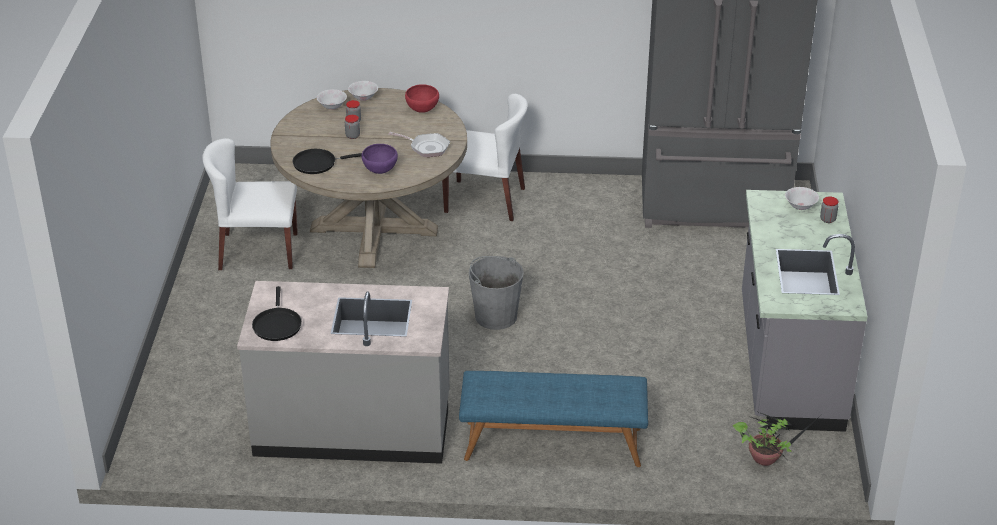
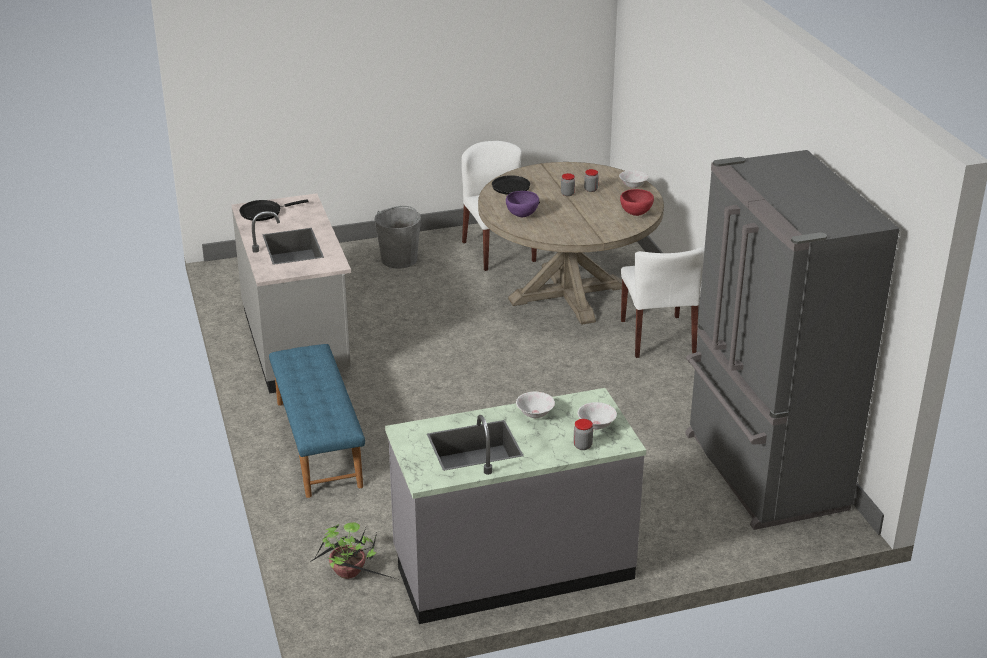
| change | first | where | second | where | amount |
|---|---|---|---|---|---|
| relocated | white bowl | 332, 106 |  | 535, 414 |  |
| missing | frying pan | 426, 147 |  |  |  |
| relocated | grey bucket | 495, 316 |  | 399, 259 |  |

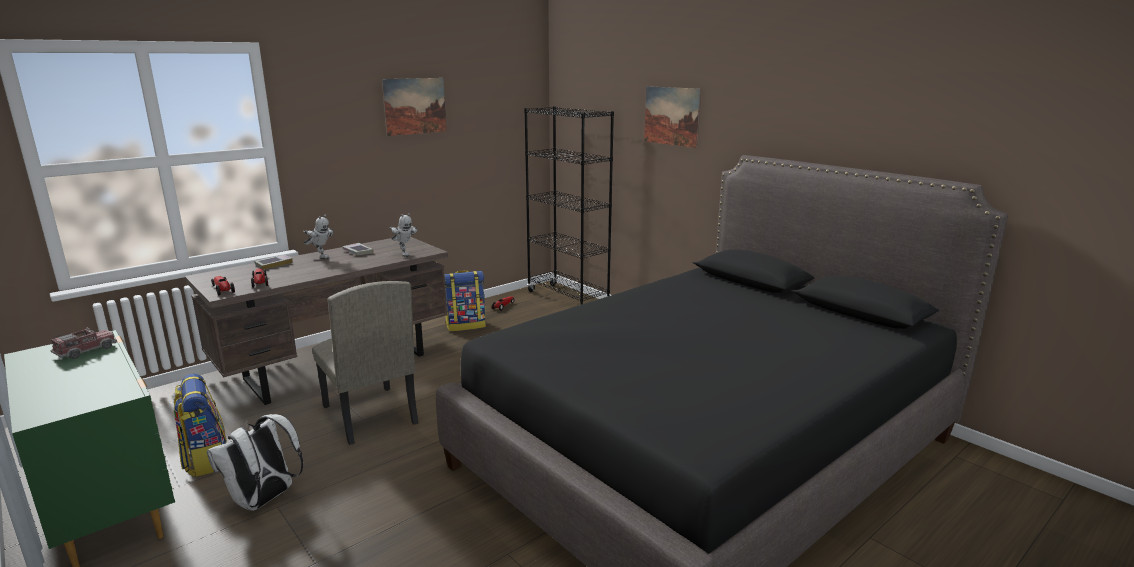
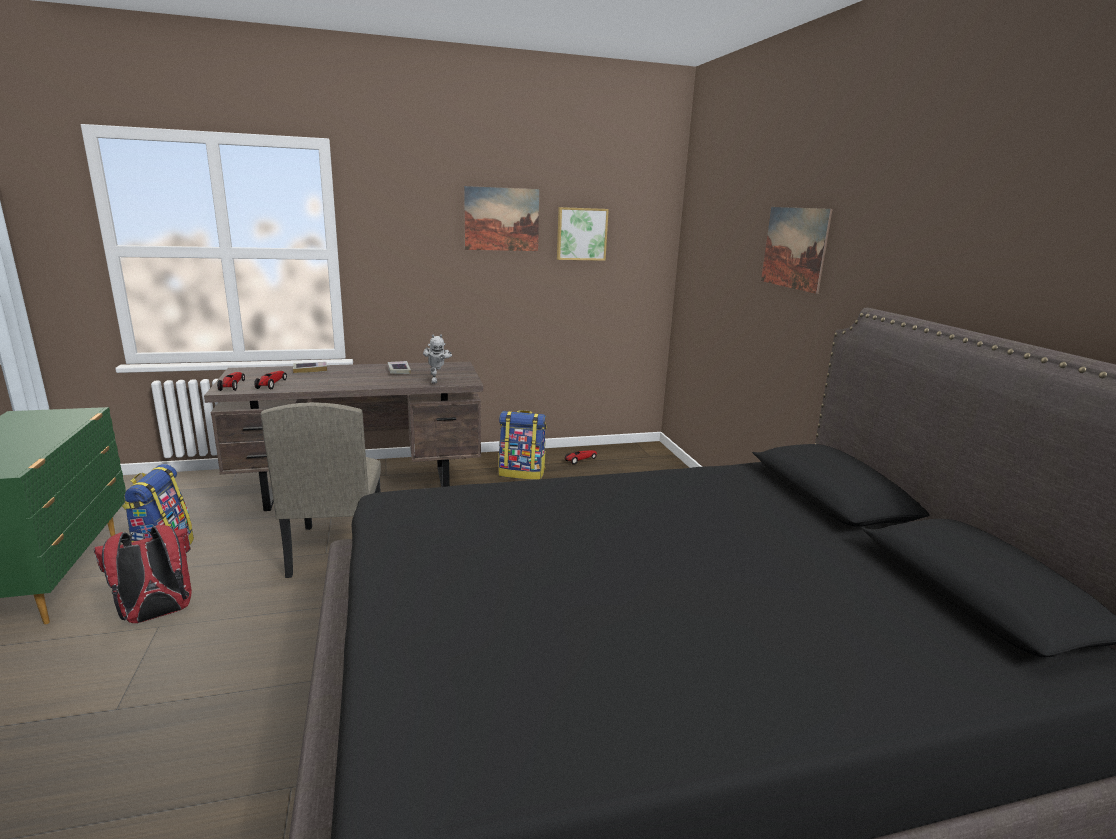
| change | first | where | second | where | amount |
|---|---|---|---|---|---|
| missing | toy truck | 86, 351 |  |  |  |
| colour | white backpack | 264, 500 | red backpack | 156, 615 |  |
| missing | toy robot | 321, 257 |  |  |  |
| missing | black bookcase | 568, 299 |  |  |  |
| appeared |  |  | picture | 581, 234 |  |

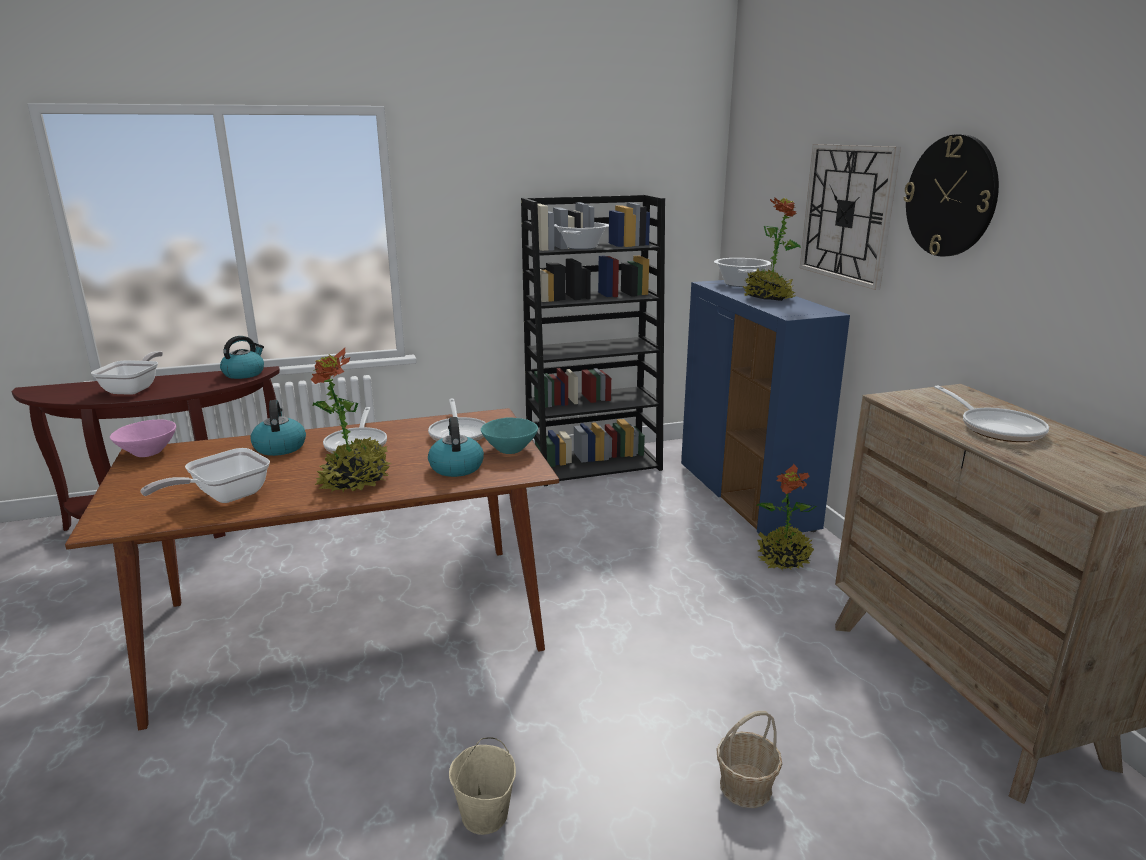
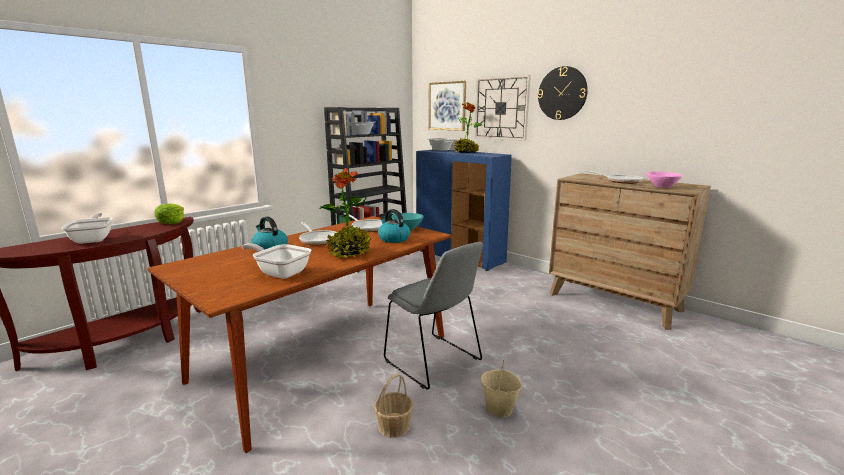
| change | first | where | second | where | amount |
|---|---|---|---|---|---|
| relocated | pink bowl | 147, 453 |  | 662, 187 |  |
| spun | frying pan | 224, 497 |  | 280, 272 | 105 degrees clockwise |
| exchanged | kettle | 244, 373 | lettuce | 172, 222 |  |
| relocated | basket | 746, 787 |  | 394, 426 |  |
| missing | potted plant | 783, 559 |  |  |  |
| appeared |  |  | grey chair | 434, 362 |  |
| appeared |  |  | picture | 447, 106 |  |

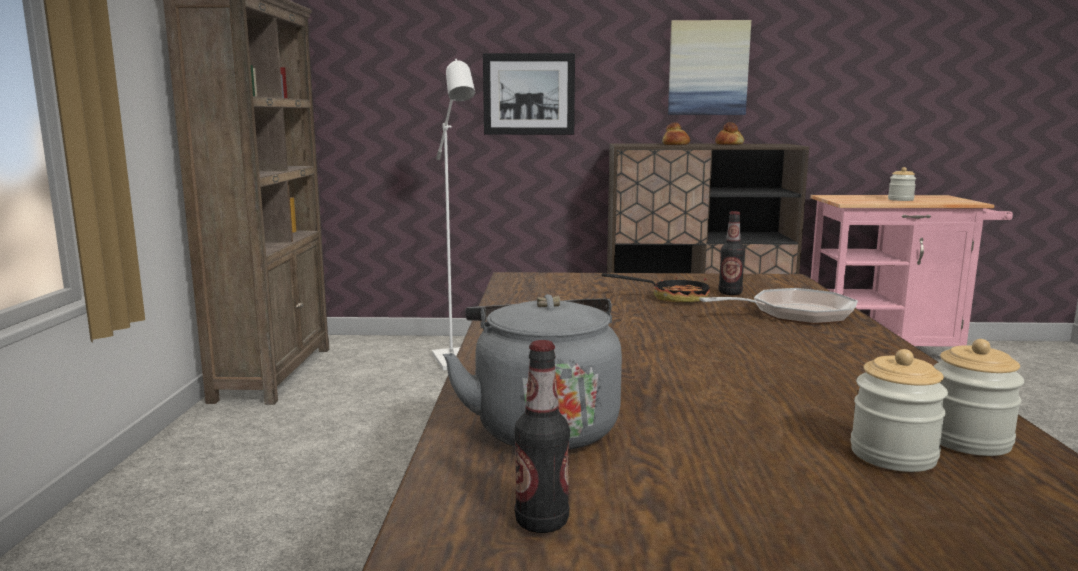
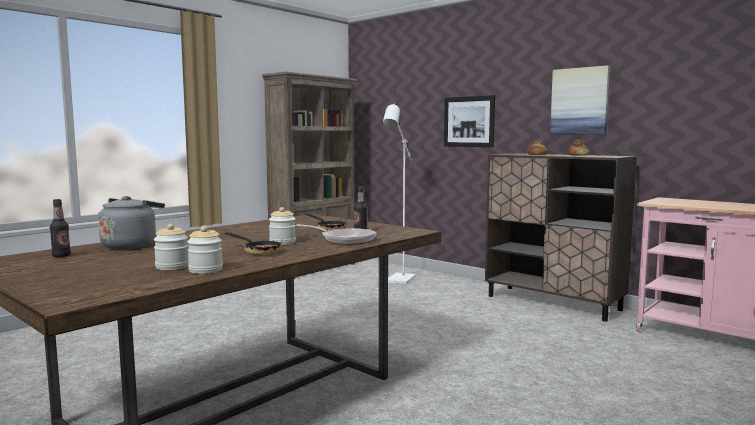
| change | first | where | second | where | amount |
|---|---|---|---|---|---|
| relocated | jar | 900, 200 |  | 282, 242 |  |
| appeared |  |  | frying pan | 258, 251 |  |

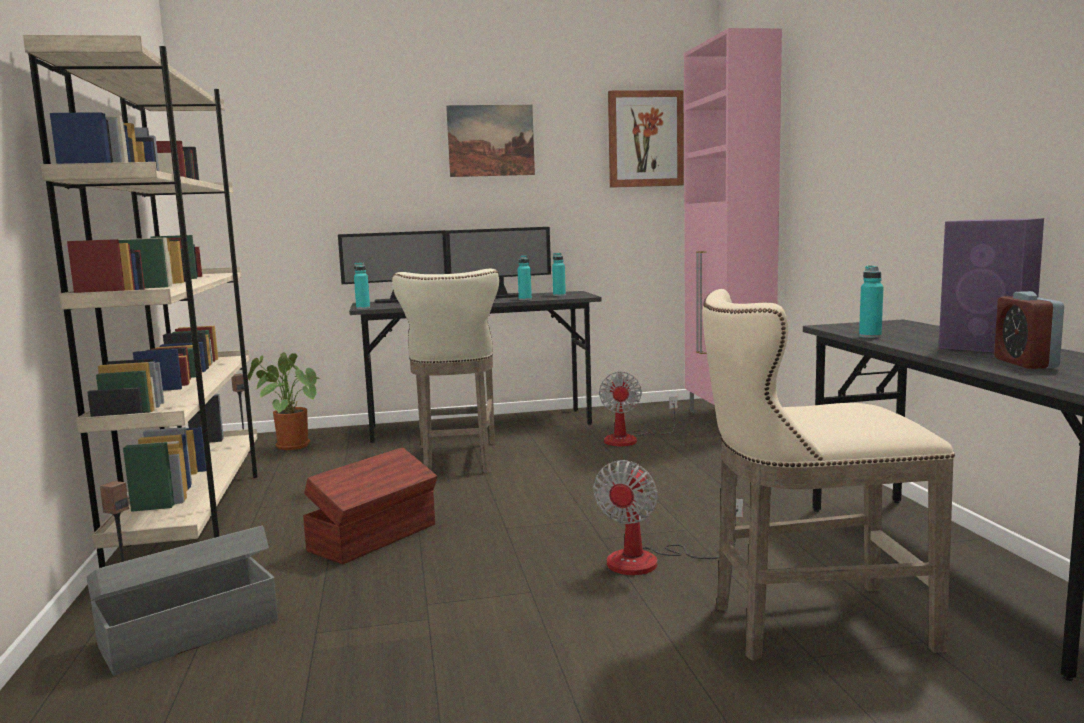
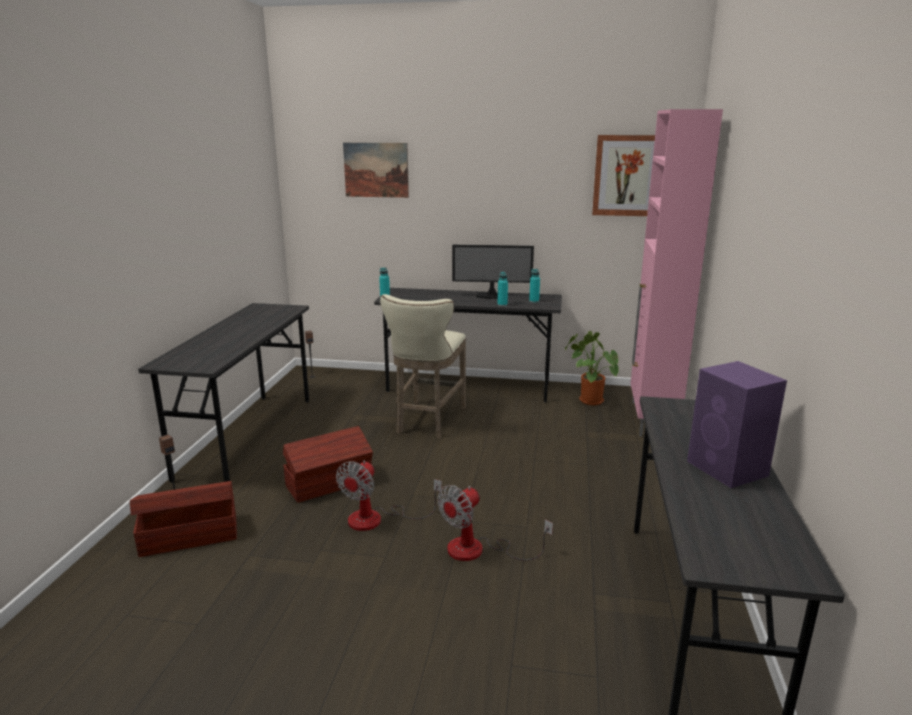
| change | first | where | second | where | amount |
|---|---|---|---|---|---|
| exchanged | beige bookcase | 194, 513 | grey desk | 247, 436 |  |
| colour | grey storage box | 187, 632 | brown storage box | 188, 535 |  |
| relocated | potted plant | 289, 446 |  | 588, 400 |  |
| missing | monitor | 397, 301 |  |  |  |
| relocated | picture | 491, 140 |  | 376, 170 |  |
| relocated | fan | 630, 439 |  | 377, 519 |  |
| missing | beige stool | 807, 625 |  |  |  |
| missing | turquoise bottle | 870, 336 |  |  |  |
| missing | alarm clock | 1025, 363 |  |  |  |

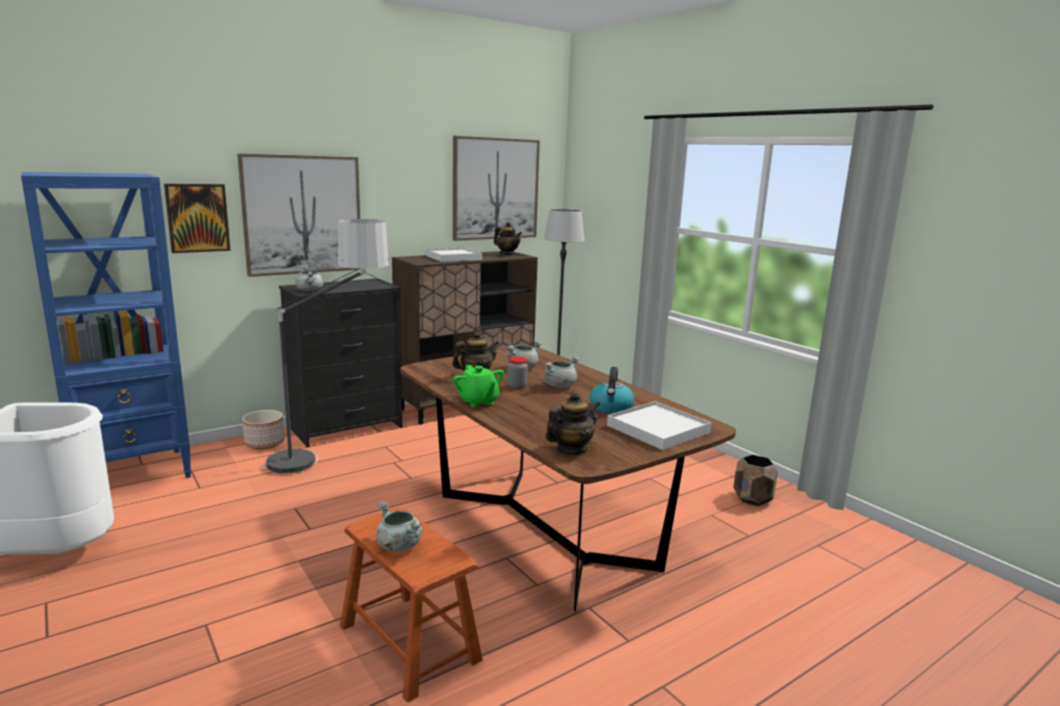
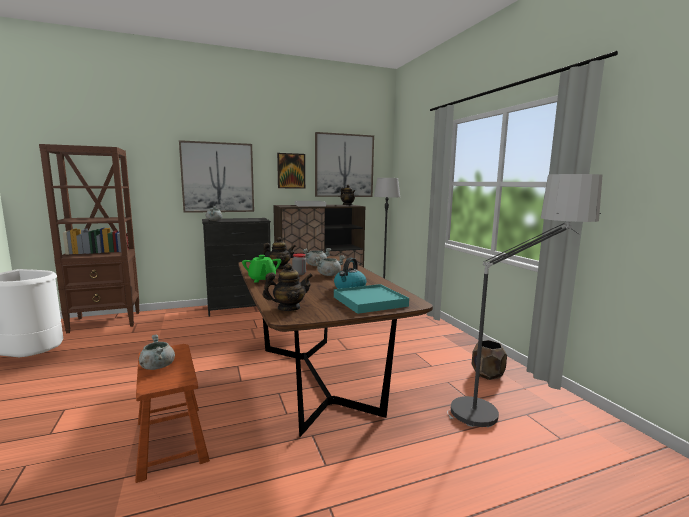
| change | first | where | second | where | amount |
|---|---|---|---|---|---|
| colour | blue bookcase | 133, 473 | brown bookcase | 106, 322 |  |
| relocated | picture | 197, 218 |  | 291, 171 |  |
| missing | planter | 265, 443 |  |  |  |
| relocated | floor lamp | 330, 459 |  | 507, 411 |  |
| colour | white tray | 658, 429 | turquoise tray | 370, 301 |  |

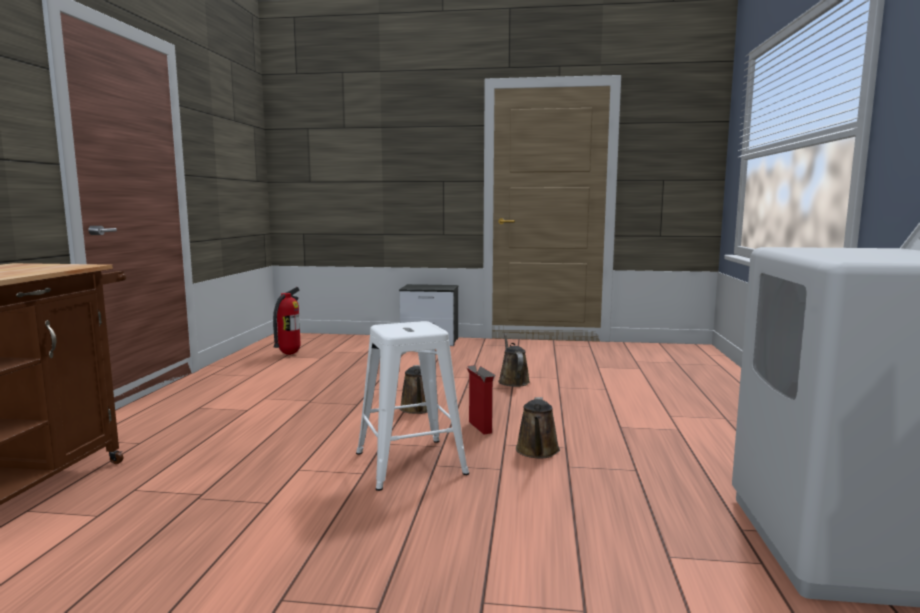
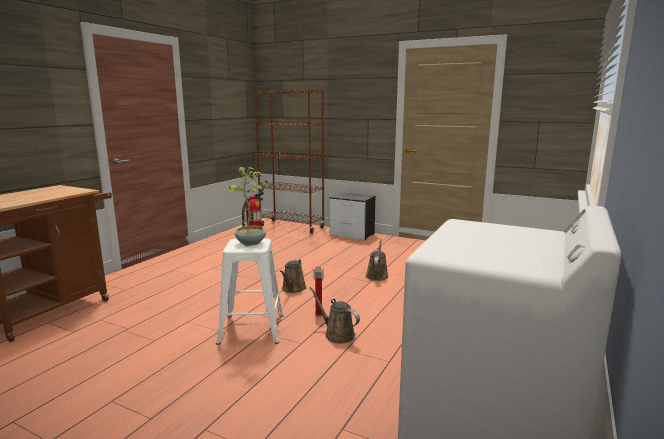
| change | first | where | second | where | amount |
|---|---|---|---|---|---|
| spun | brown watering can | 537, 451 |  | 337, 334 | 105 degrees clockwise |
| appeared |  |  | potted plant | 251, 243 |  |
| appeared |  |  | brown bookcase | 292, 227 |  |

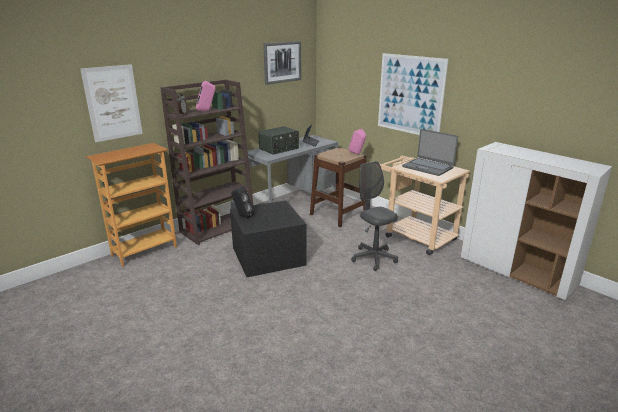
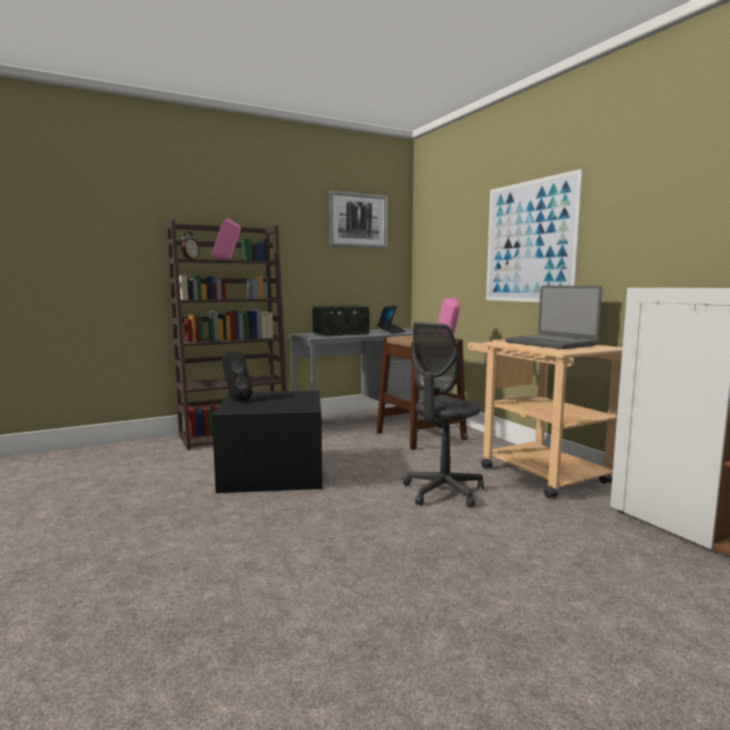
| change | first | where | second | where | amount |
|---|---|---|---|---|---|
| missing | picture | 113, 103 |  |  |  |
| missing | bookcase | 144, 251 |  |  |  |
| spun | grey office chair | 374, 258 |  | 443, 492 | 120 degrees counterclockwise |

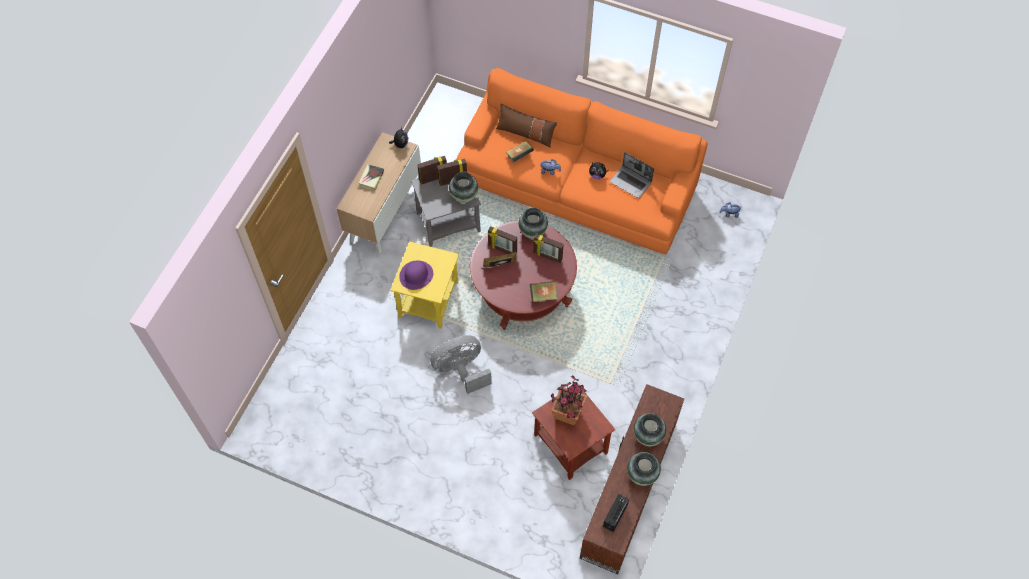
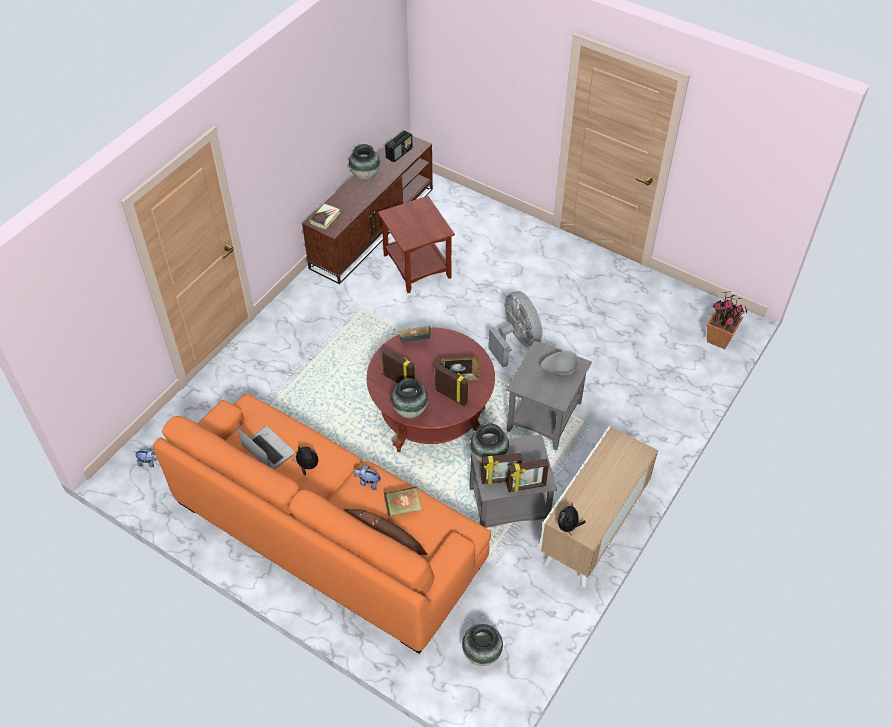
| change | first | where | second | where | amount |
|---|---|---|---|---|---|
| relocated | book | 371, 178 |  | 325, 218 |  |
| colour | yellow side table | 427, 299 | grey side table | 545, 417 |  |
| exchanged | purple hat | 416, 275 | grey bowl | 559, 372 |  |
| spun | grey fan | 461, 370 |  | 516, 342 | 105 degrees counterclockwise |
| relocated | potted plant | 567, 414 |  | 719, 339 |  |
| relocated | vase | 648, 436 |  | 481, 653 |  |

